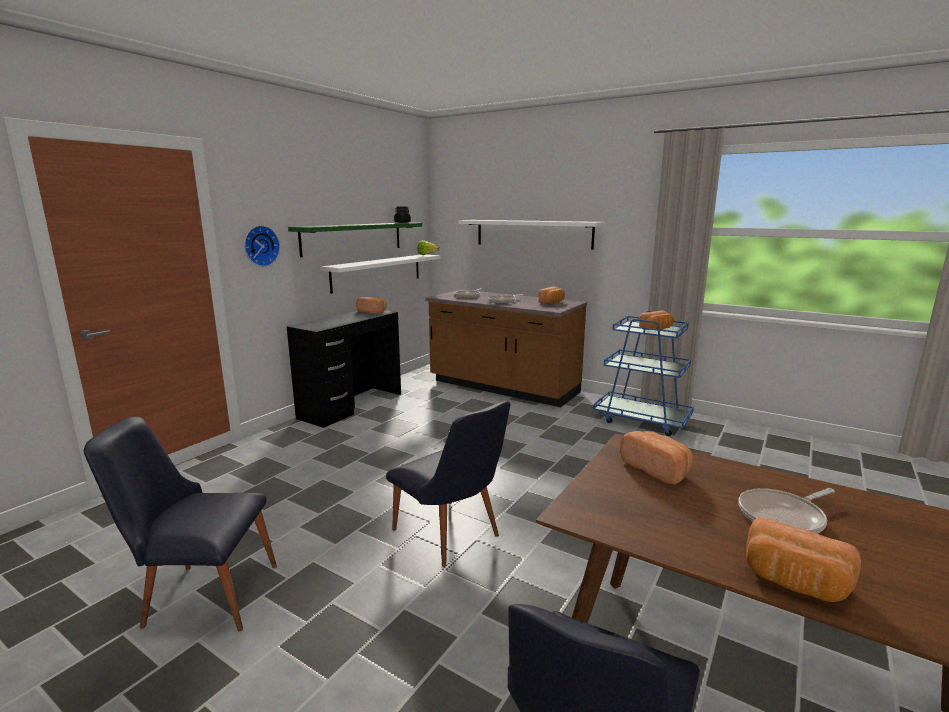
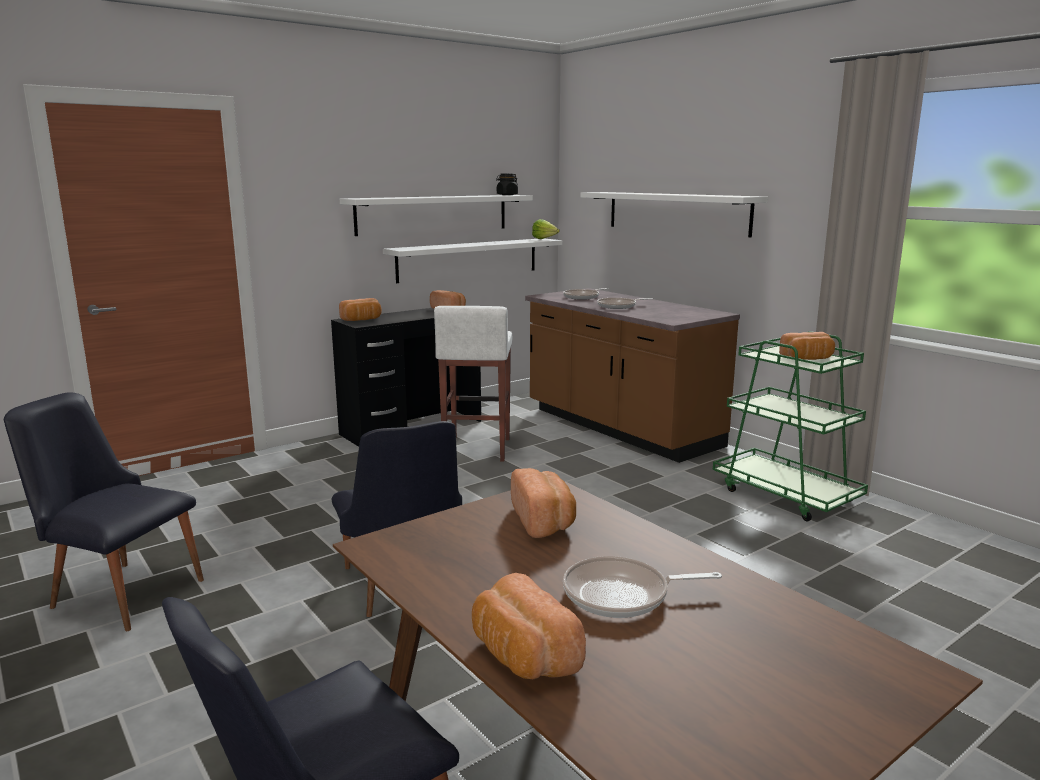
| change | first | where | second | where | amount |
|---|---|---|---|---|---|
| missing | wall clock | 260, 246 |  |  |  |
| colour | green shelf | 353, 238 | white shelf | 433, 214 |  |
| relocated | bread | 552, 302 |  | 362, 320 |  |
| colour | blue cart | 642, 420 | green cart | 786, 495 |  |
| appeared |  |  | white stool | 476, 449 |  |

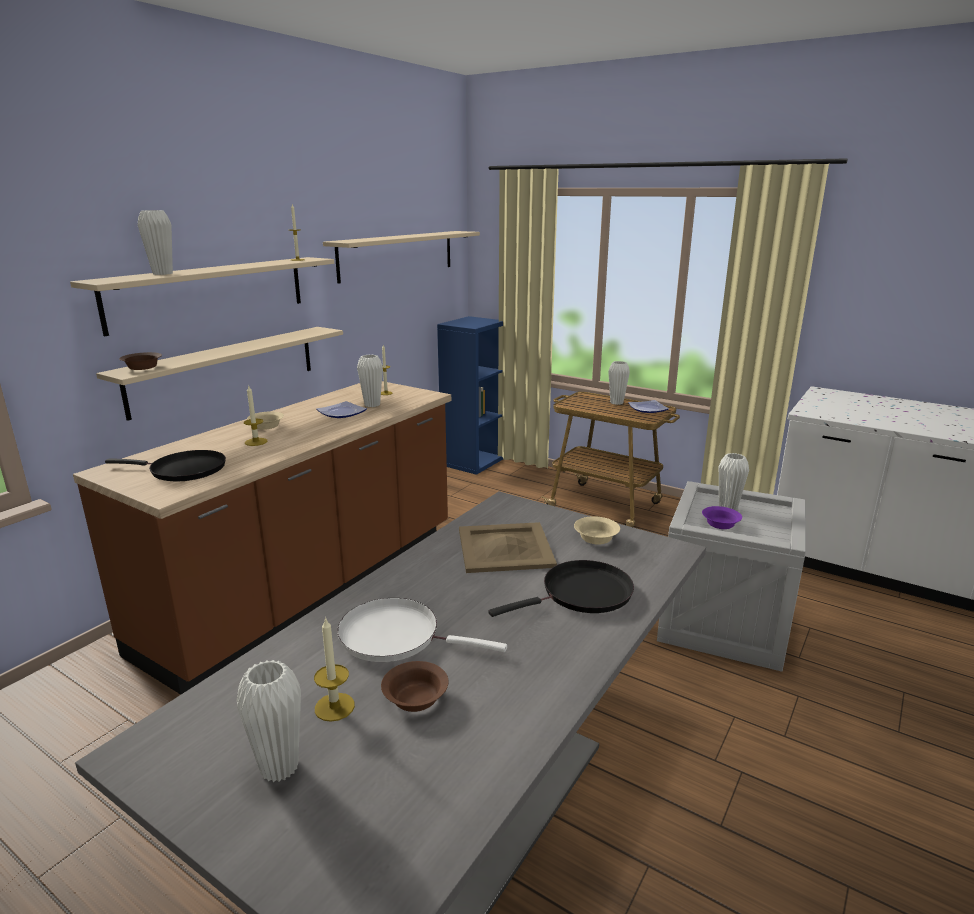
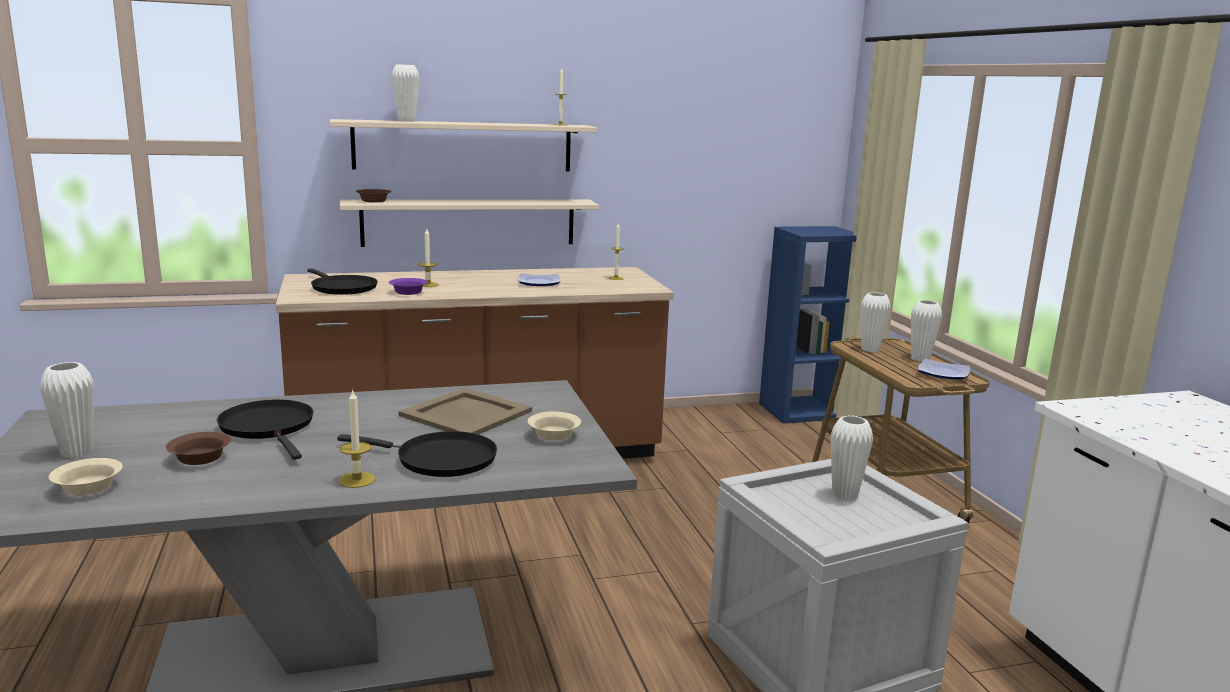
| change | first | where | second | where | amount |
|---|---|---|---|---|---|
| relocated | beige bowl | 266, 426 |  | 86, 488 |  |
| relocated | candle | 334, 707 |  | 357, 480 |  |
| missing | beige shelf | 397, 255 |  |  |  |
| colour | white frying pan | 396, 636 | black frying pan | 269, 427 |  |
| relocated | white vase | 372, 405 |  | 870, 349 |  |
| relocated | purple bowl | 720, 524 |  | 407, 292 |  |

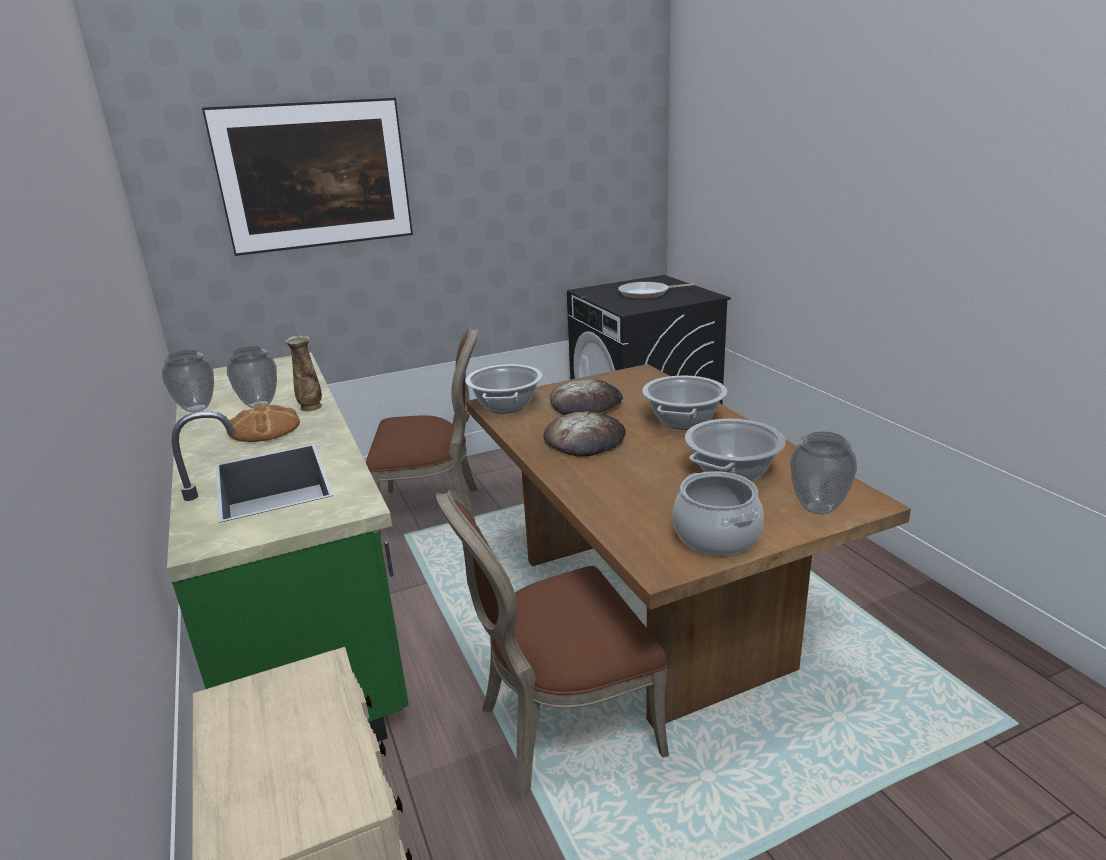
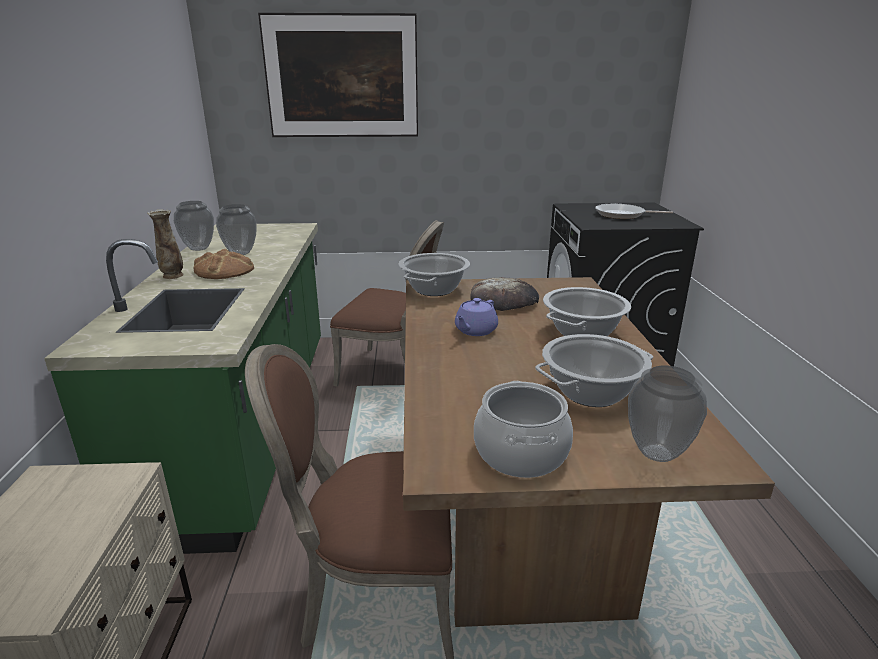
| change | first | where | second | where | amount |
|---|---|---|---|---|---|
| relocated | vase | 311, 407 |  | 172, 276 |  |
| exchanged | bread | 585, 439 | purple teapot | 475, 331 |  |

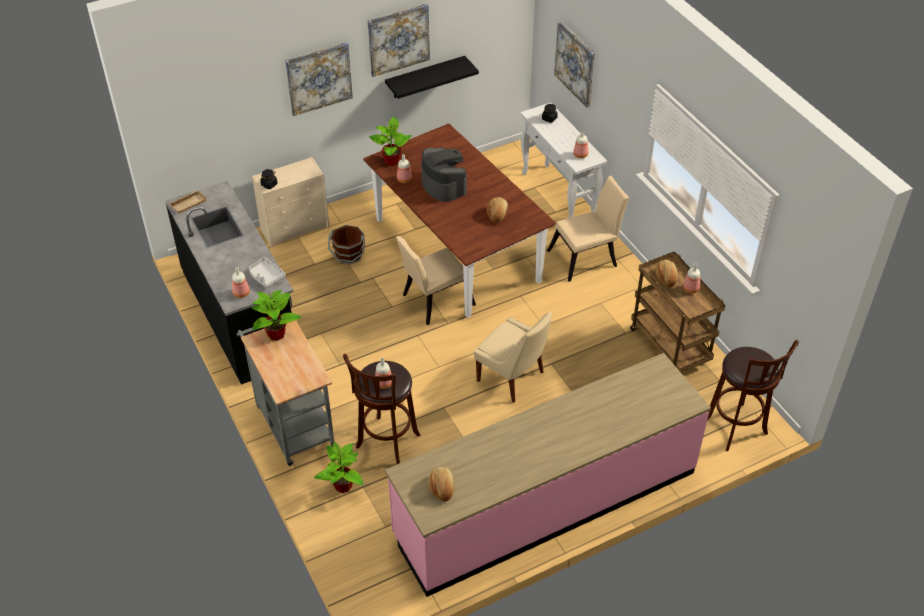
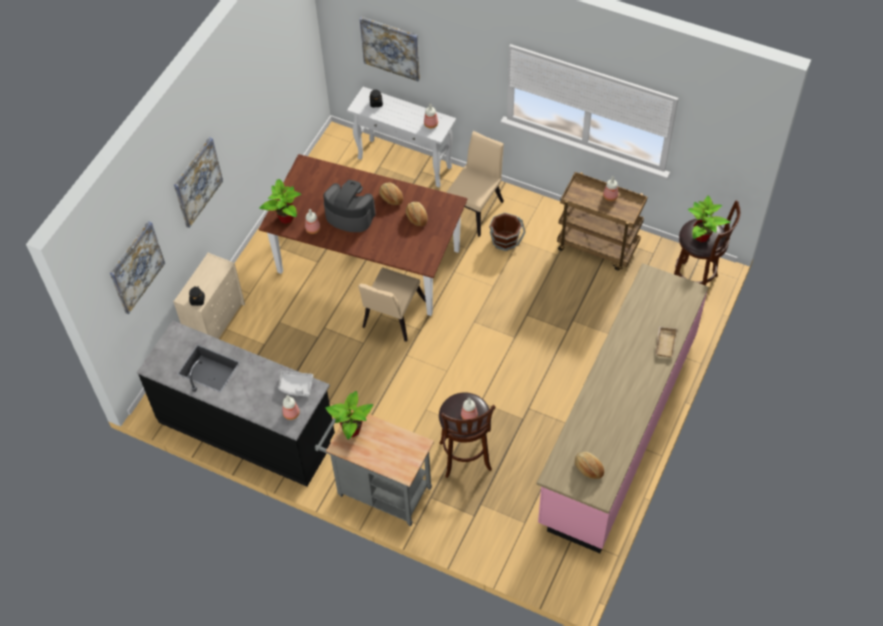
| change | first | where | second | where | amount |
|---|---|---|---|---|---|
| relocated | beige tray | 188, 203 |  | 664, 343 |  |
| relocated | potted plant | 343, 486 |  | 701, 236 |  |
| relocated | brown bucket | 349, 255 |  | 505, 241 |  |
| relocated | picture | 398, 39 |  | 136, 267 |  |
| missing | black shelf | 425, 77 |  |  |  |
| missing | beige chair | 512, 378 |  |  |  |
| relocated | bread | 666, 277 |  | 391, 197 |  |

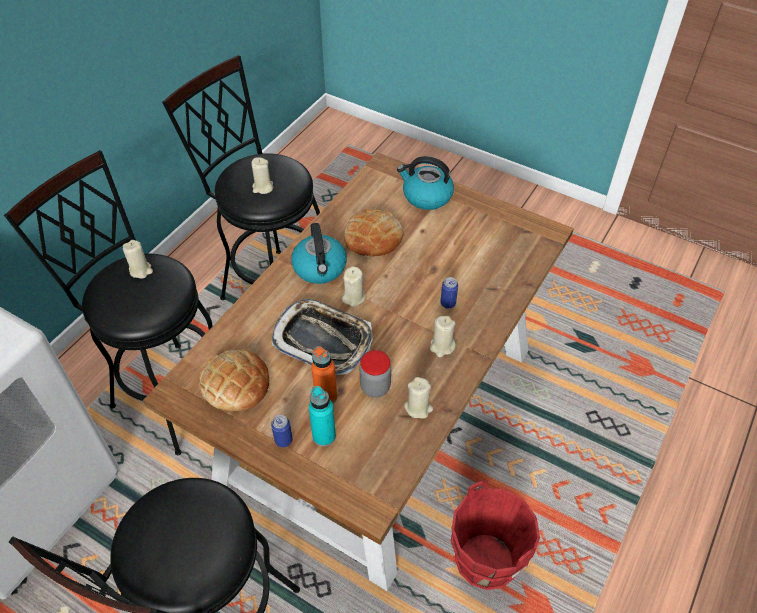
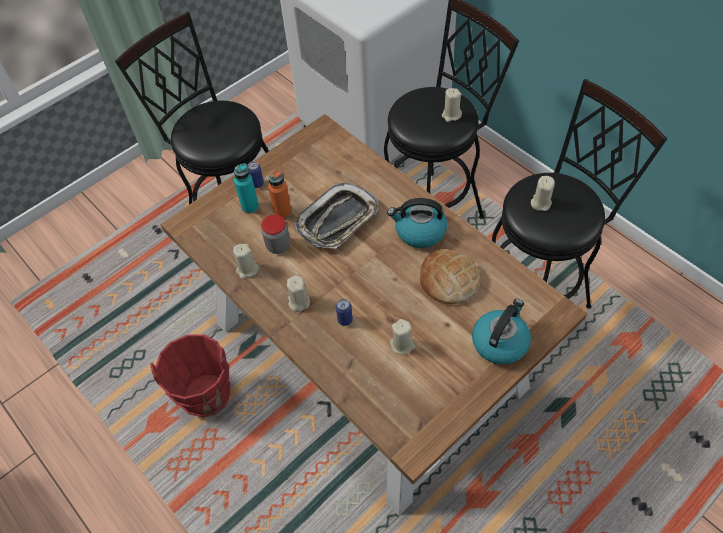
| change | first | where | second | where | amount |
|---|---|---|---|---|---|
| missing | bread | 235, 384 |  |  |  |
| relocated | beige candle | 353, 297 |  | 402, 345 |  |

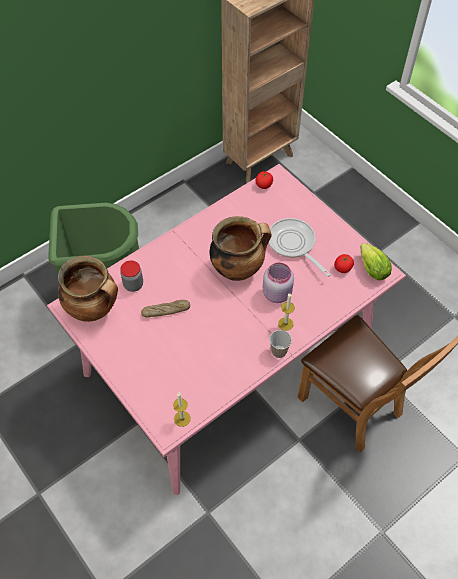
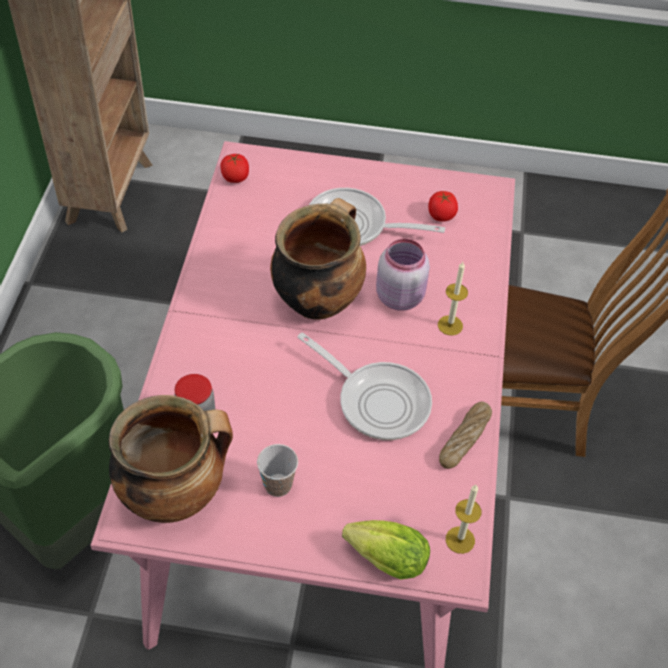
| change | first | where | second | where | amount |
|---|---|---|---|---|---|
| relocated | bread | 166, 311 |  | 464, 438 |  |
| relocated | cup | 279, 351 |  | 278, 485 |  |
| relocated | lettuce | 371, 267 |  | 382, 558 |  |
| appeared |  |  | frying pan | 377, 400 |  |

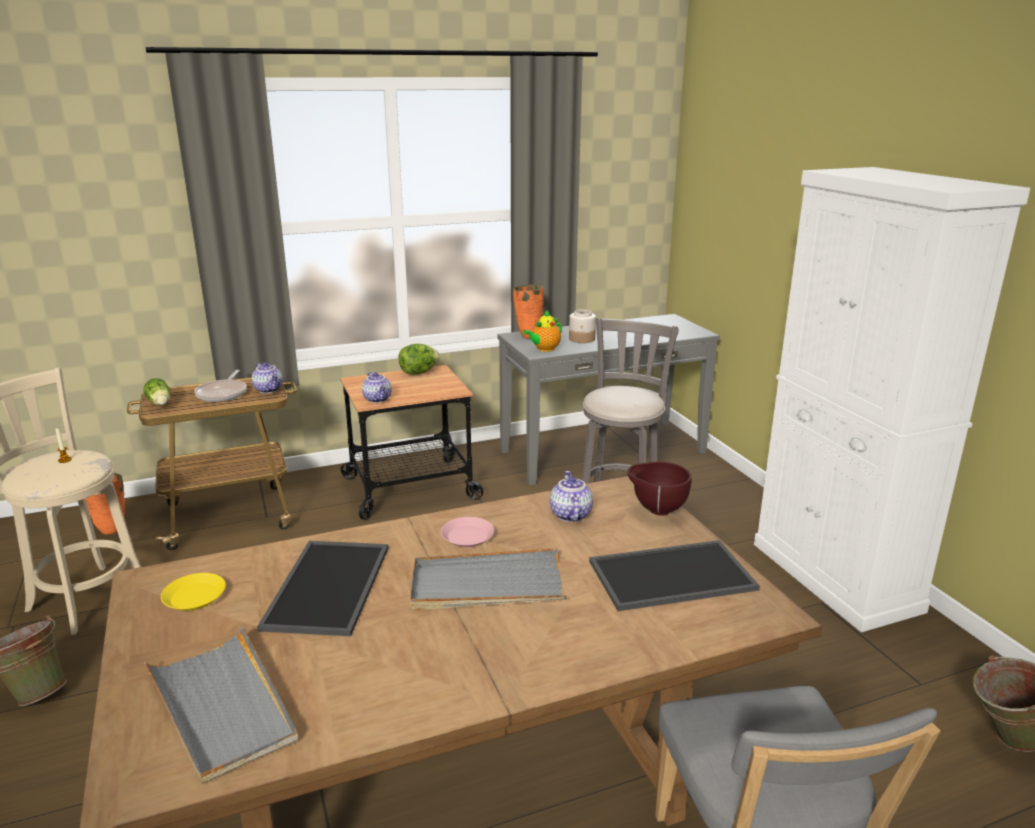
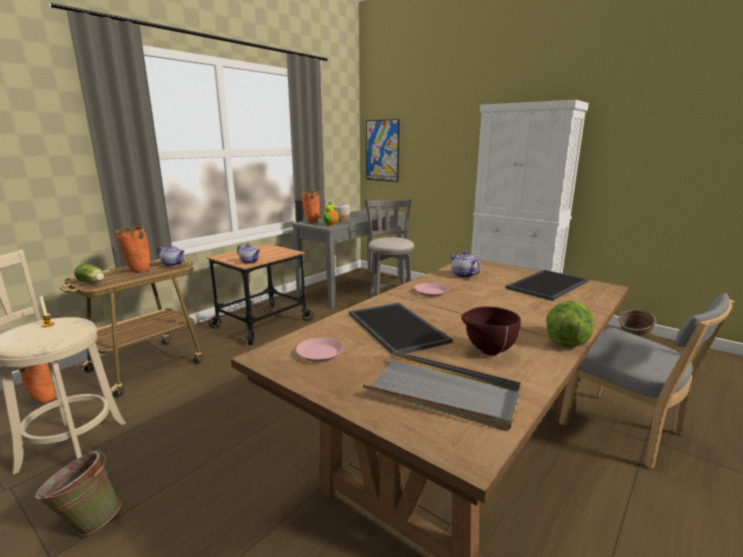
| change | first | where | second | where | amount |
|---|---|---|---|---|---|
| colour | yellow plate | 195, 596 | pink plate | 320, 353 |  |
| exchanged | frying pan | 223, 393 | orange vase | 138, 271 |  |
| relocated | lettuce | 419, 372 |  | 566, 342 |  |
| missing | grey tray | 487, 585 |  |  |  |
| relocated | brown bowl | 656, 510 |  | 487, 351 |  |
| appeared |  |  | picture | 382, 150 |  |

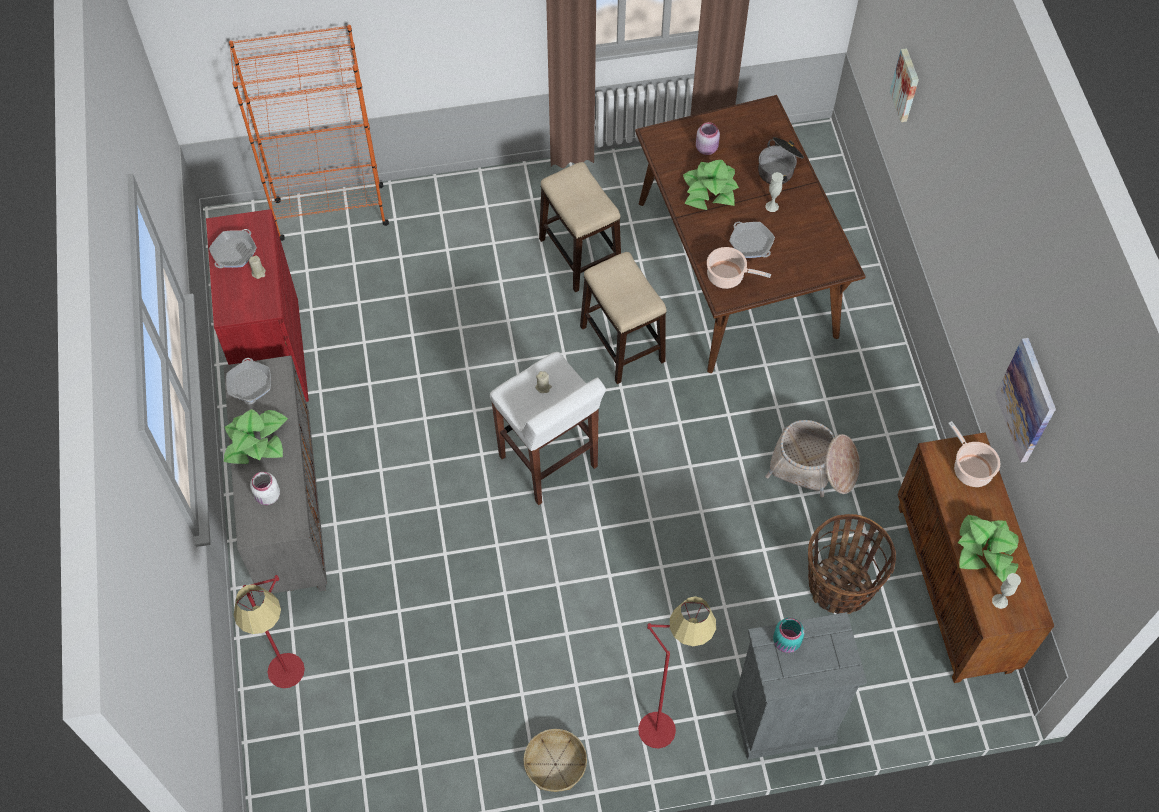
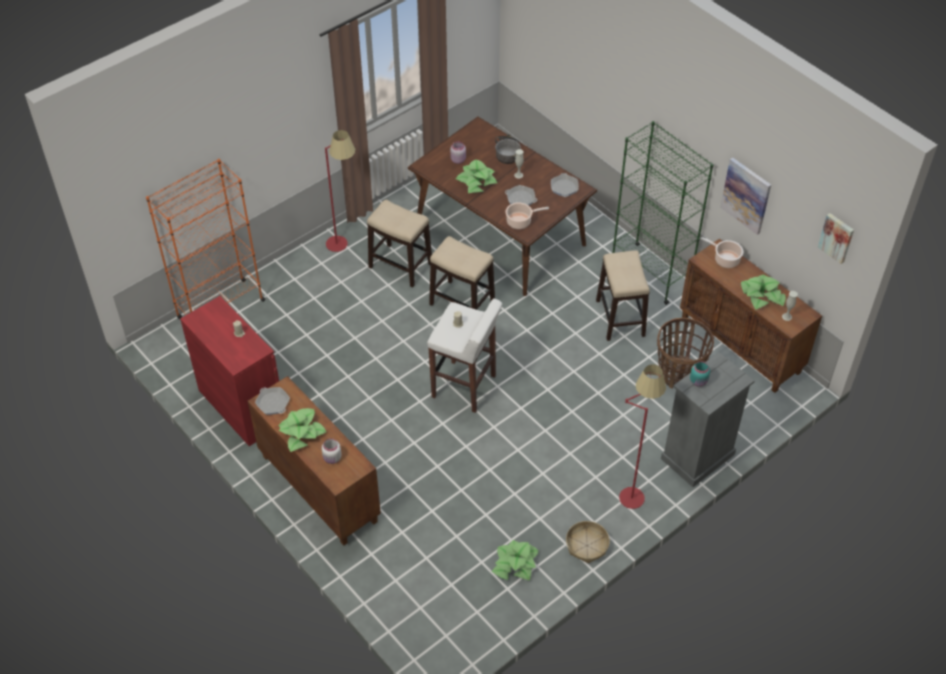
| change | first | where | second | where | amount |
|---|---|---|---|---|---|
| relocated | frying pan | 234, 252 |  | 564, 187 |  |
| colour | grey cabinet | 287, 508 | brown cabinet | 318, 488 |  |
| relocated | red floor lamp | 294, 684 |  | 345, 247 |  |
| exchanged | basket | 813, 466 | stool | 620, 318 |  |
| relocated | picture | 906, 85 |  | 837, 237 |  |
| appeared |  |  | potted plant | 515, 564 |  |
| appeared |  |  | green bookcase | 651, 273 |  |

